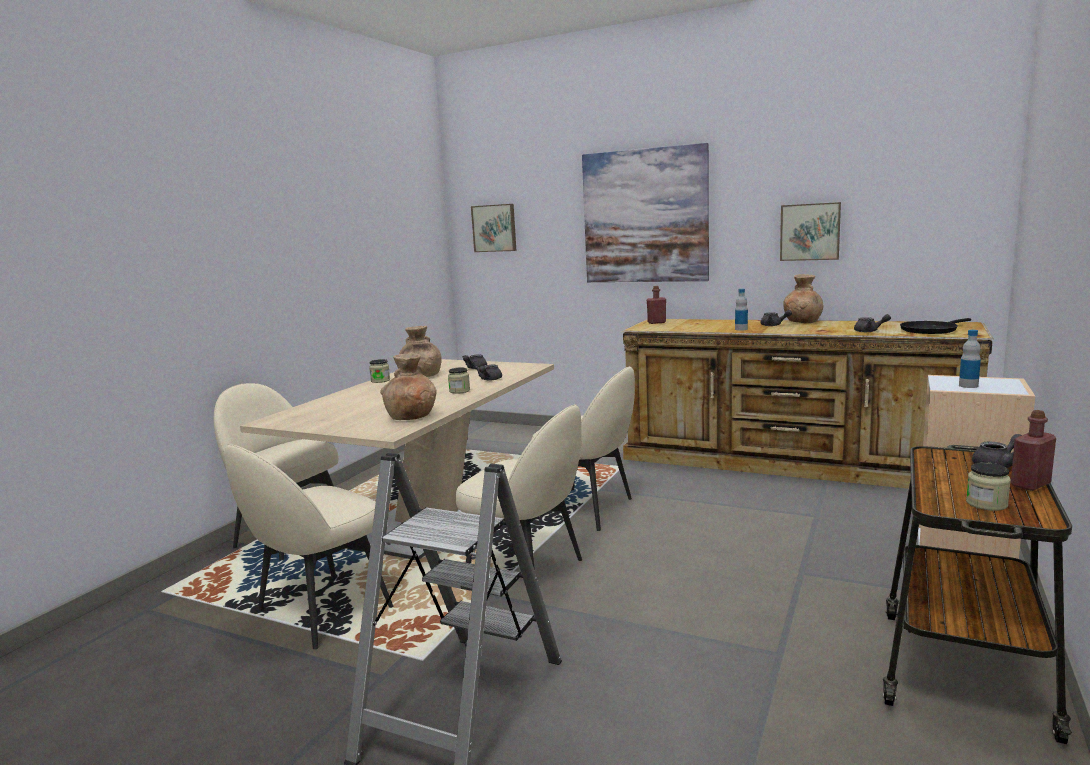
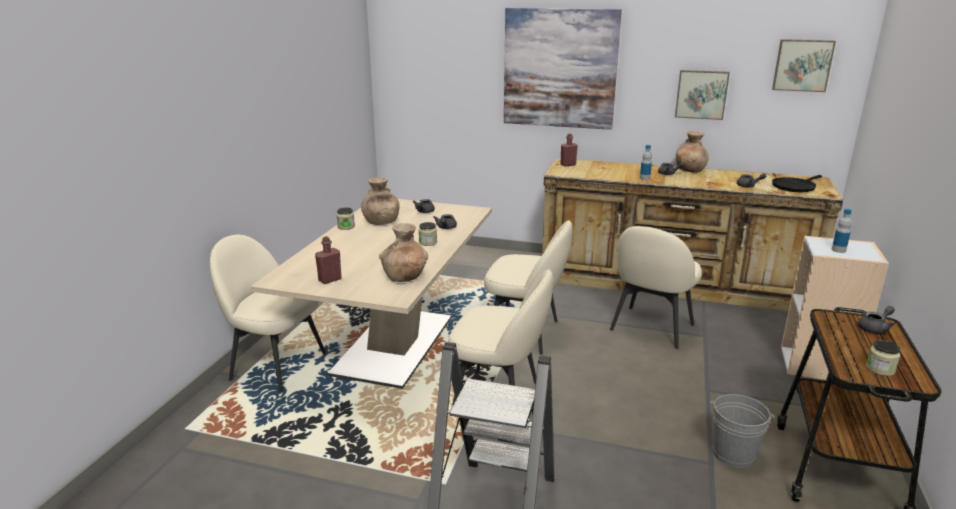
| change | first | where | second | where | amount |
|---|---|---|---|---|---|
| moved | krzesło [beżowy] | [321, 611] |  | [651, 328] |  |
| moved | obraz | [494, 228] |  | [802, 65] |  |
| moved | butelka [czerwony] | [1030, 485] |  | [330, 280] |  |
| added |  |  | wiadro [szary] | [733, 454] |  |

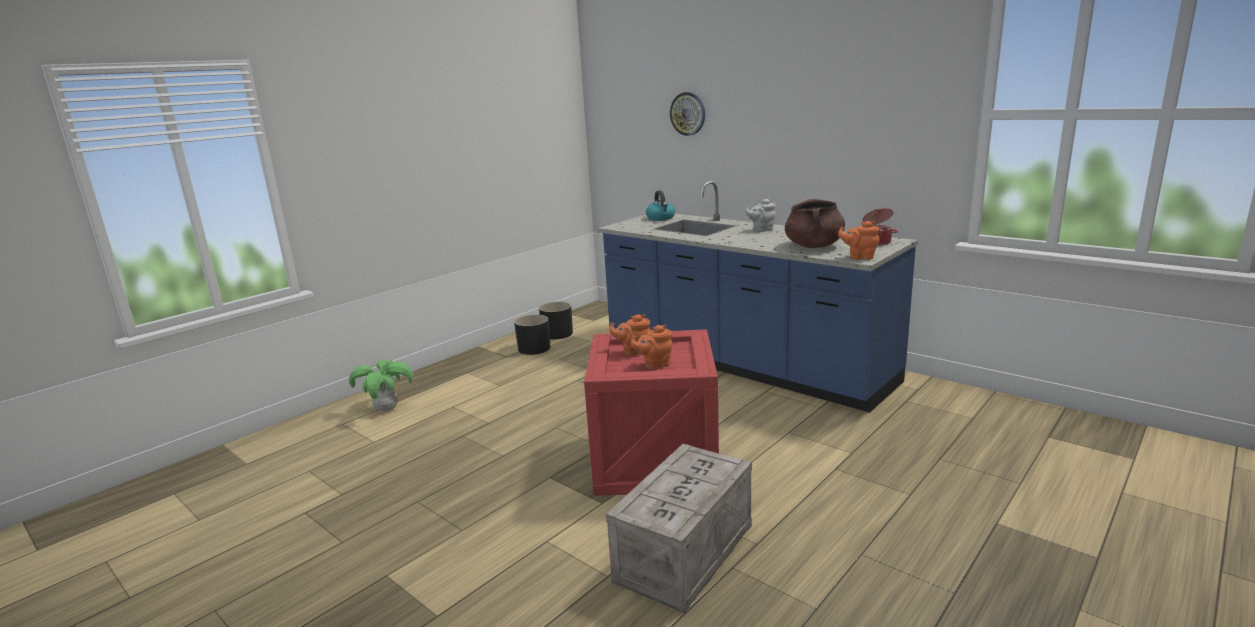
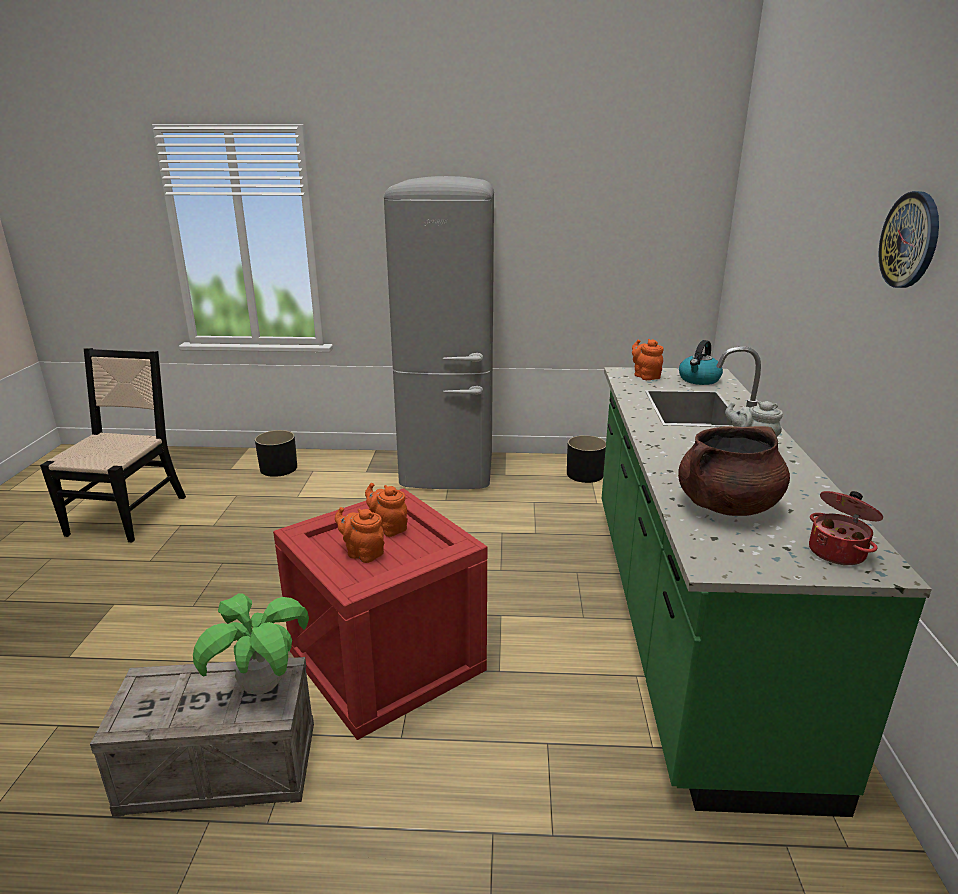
| change | first | where | second | where | amount |
|---|---|---|---|---|---|
| moved | roślina doniczkowa | [387, 409] |  | [262, 686] |  |
| moved | donica [czarny] | [534, 348] |  | [278, 468] |  |
| recoloured | zabudowa kuchenna [niebieski] | [743, 363] | zabudowa kuchenna [zielony] | [687, 623] |  |
| moved | zegar ścienny | [688, 113] |  | [910, 240] |  |
| moved | imbryk [pomarańczowy] | [859, 257] |  | [645, 376] |  |
| added |  |  | krzesło | [127, 516] |  |
| added |  |  | lodówka [szary] | [448, 471] |  |

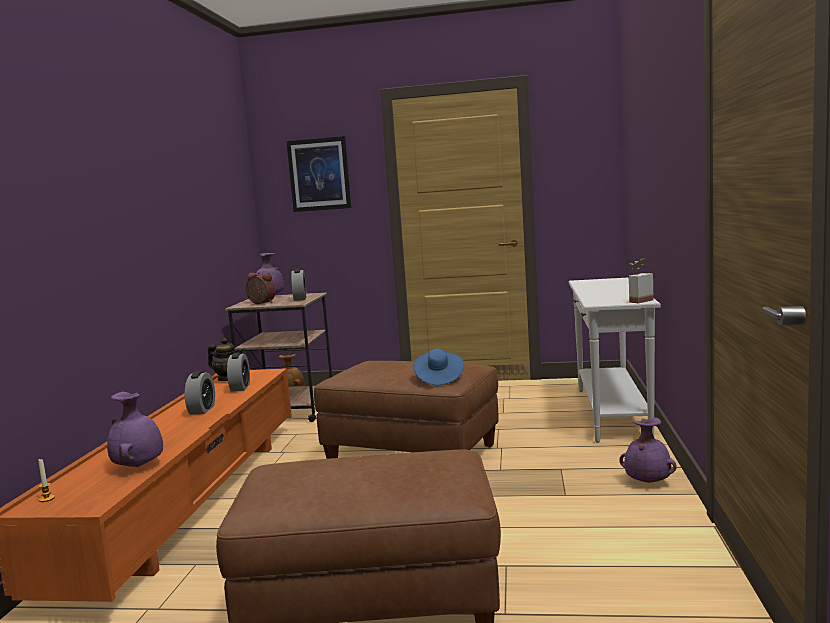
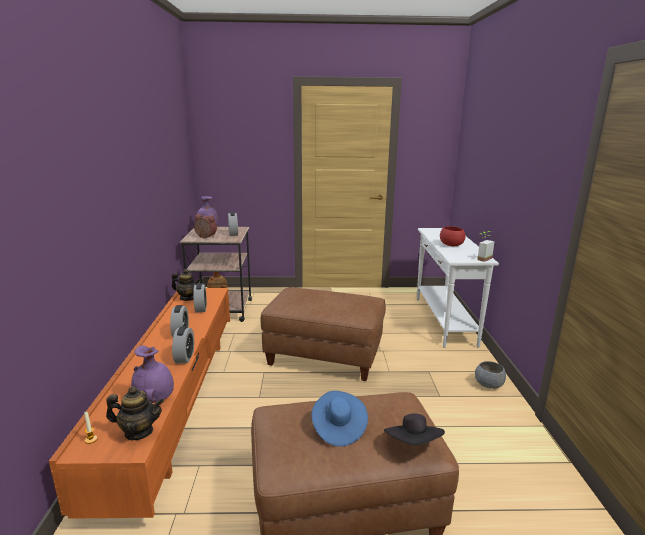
| change | first | where | second | where | amount |
|---|---|---|---|---|---|
| removed | obraz | [319, 174] |  |  |  |
| moved | kapelusz [niebieski] | [438, 379] |  | [338, 428] |  |
| replaced | wazon [fioletowy] | [648, 481] | miska [szary] | [488, 384] |  |
| added |  |  | imbryk | [139, 432] |  |
| added |  |  | budzik | [184, 357] |  |
| added |  |  | kapelusz [czarny] | [413, 445] |  |
| added |  |  | miska [czerwony] | [452, 245] |  |

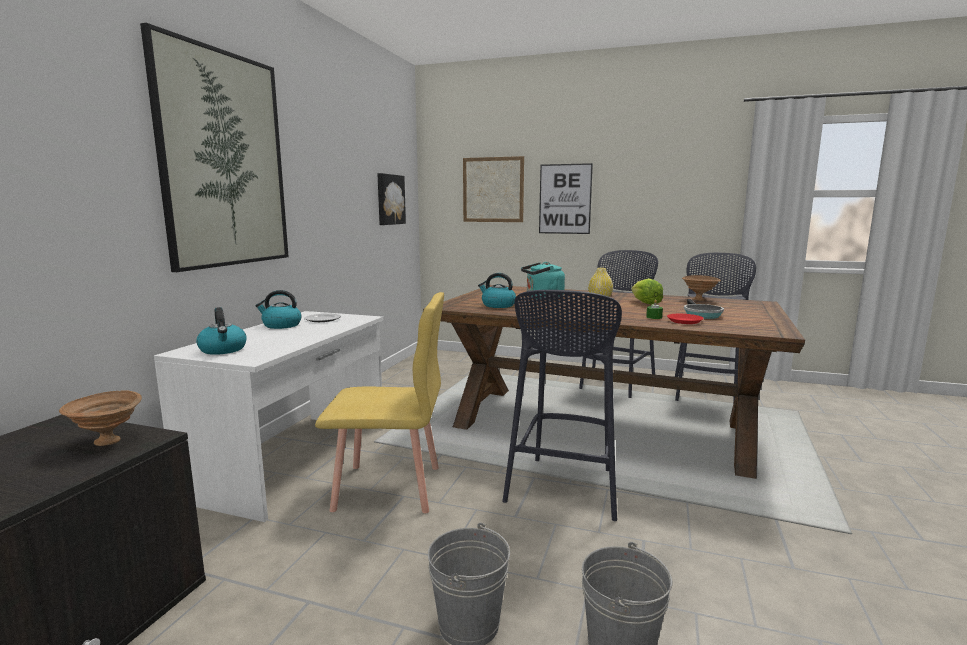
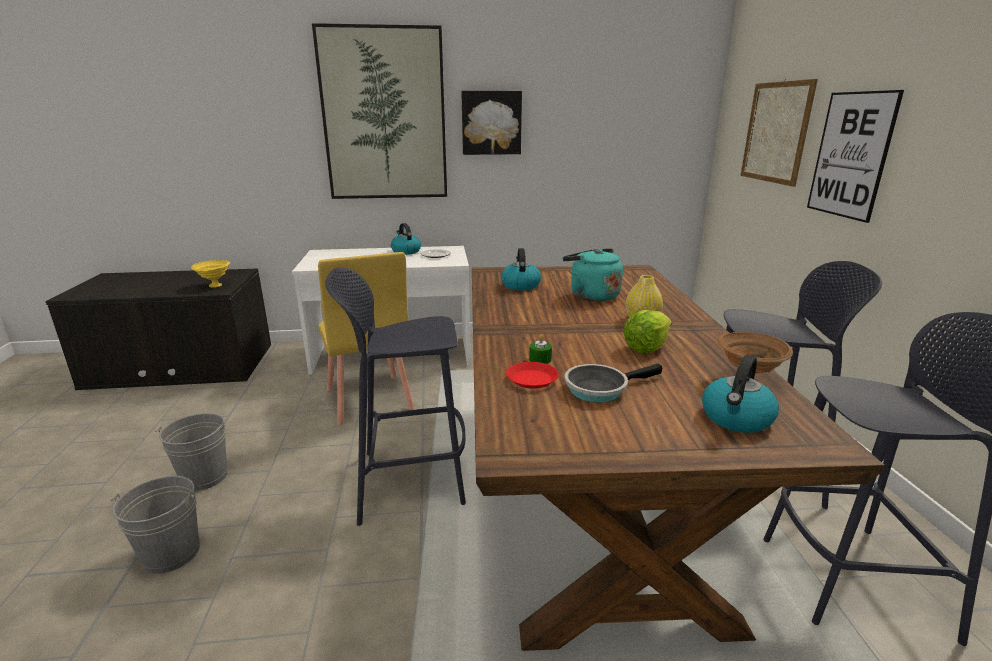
| change | first | where | second | where | amount |
|---|---|---|---|---|---|
| recoloured | miska [brązowy] | [109, 442] | miska [żółty] | [215, 286] |  |
| moved | czajnik | [223, 350] |  | [736, 418] |  |
| moved | obraz | [389, 199] |  | [491, 123] |  |

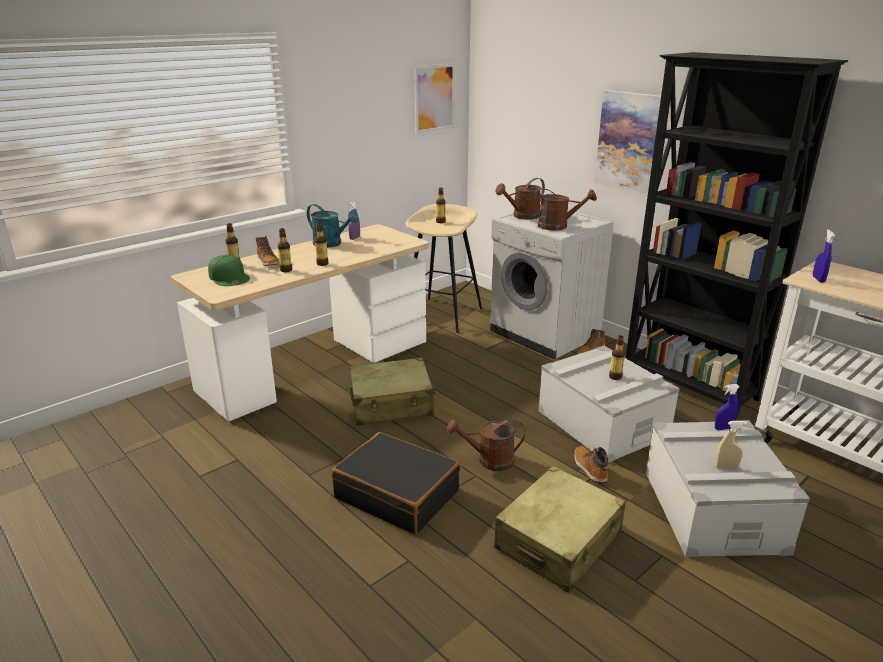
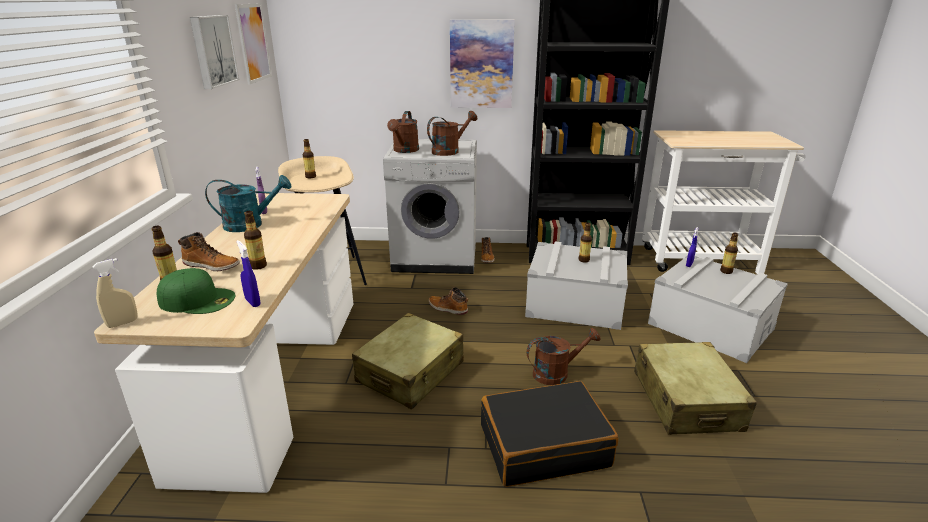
| change | first | where | second | where | amount |
|---|---|---|---|---|---|
| moved | butelka | [322, 264] |  | [726, 271] |  |
| turned | konewka [brązowy] | [489, 460] |  | [556, 373] | 150 degrees counterclockwise |
| moved | but z cholewką | [589, 468] |  | [447, 308] |  |
| moved | spryskiwacz [beżowy] | [726, 468] |  | [123, 323] |  |
| moved | spryskiwacz [niebieski] | [818, 279] |  | [253, 302] |  |
| added |  |  | obraz | [212, 51] |  |

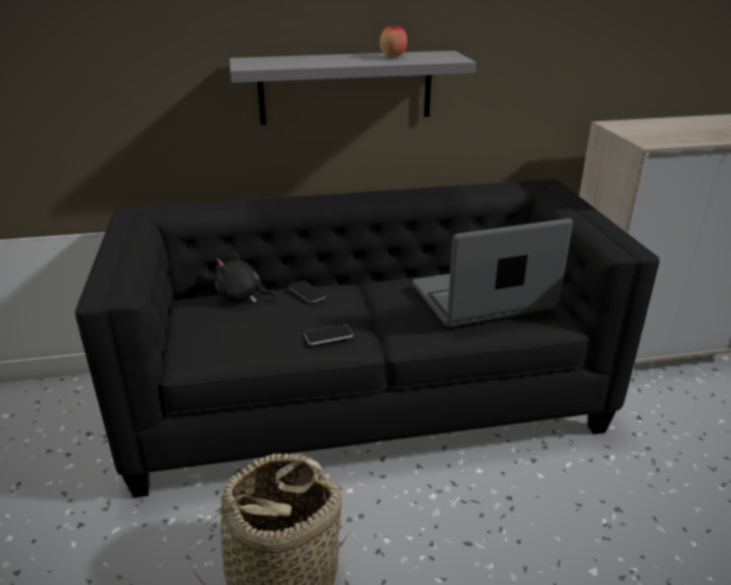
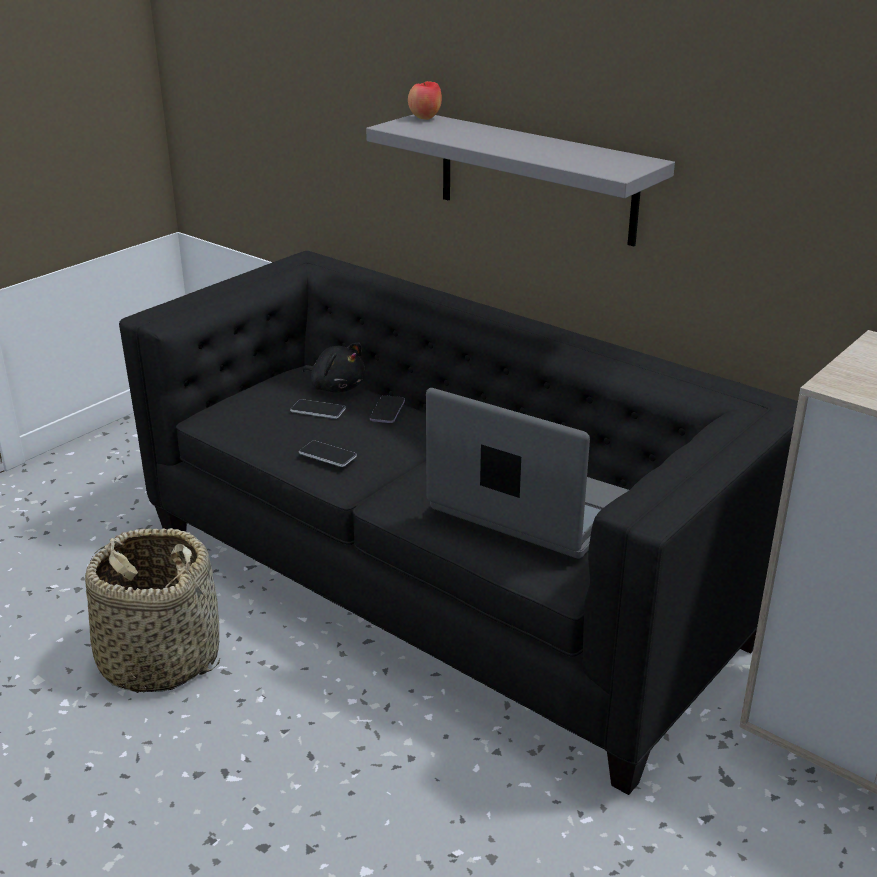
| change | first | where | second | where | amount |
|---|---|---|---|---|---|
| turned | pluszak [czarny] | [242, 297] |  | [336, 387] | 150 degrees clockwise |
| moved | jabłko | [392, 57] |  | [425, 118] |  |
| added |  |  | telefon | [318, 410] |  |

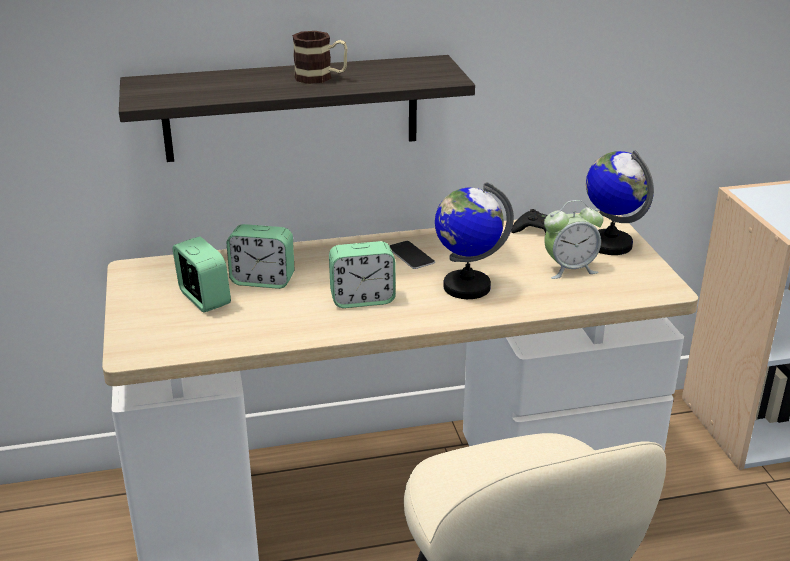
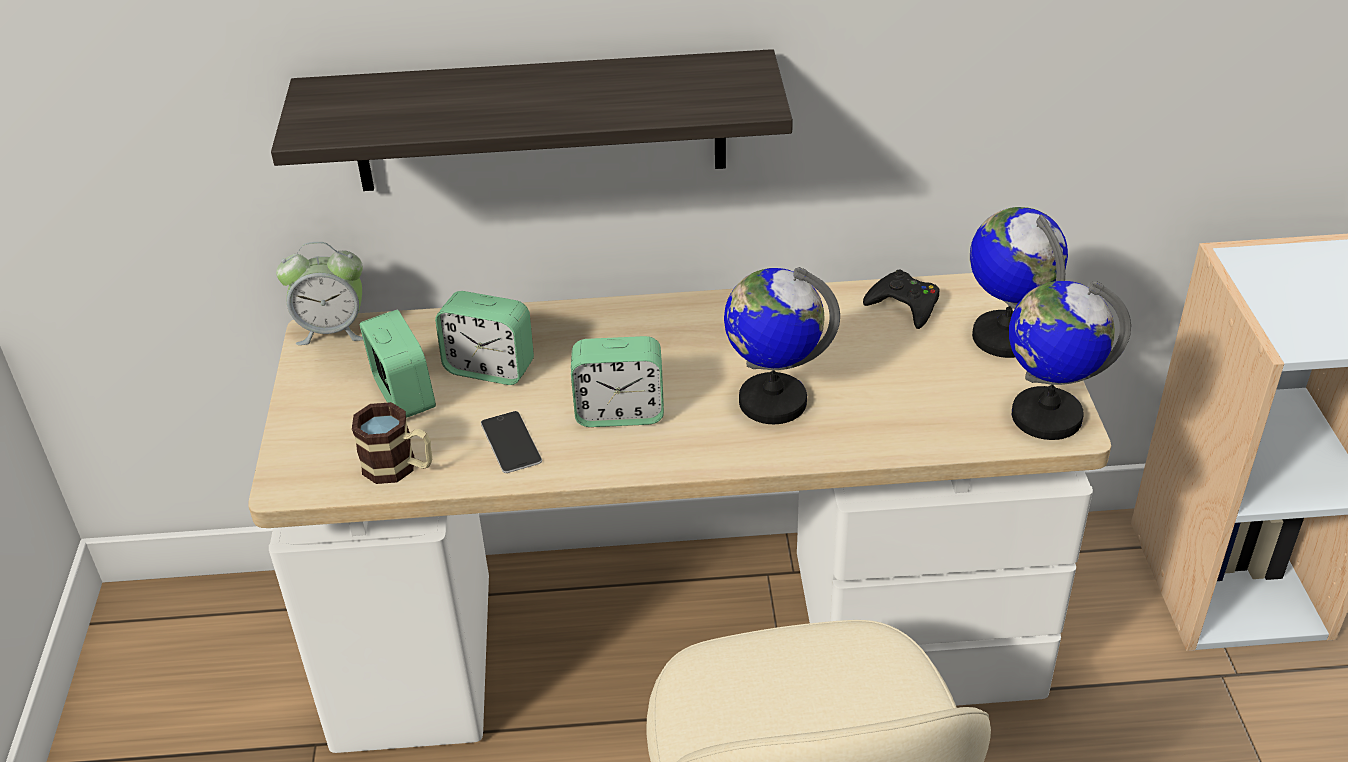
| change | first | where | second | where | amount |
|---|---|---|---|---|---|
| moved | kubek | [321, 78] |  | [399, 468] |  |
| moved | telefon | [410, 255] |  | [511, 442] |  |
| moved | budzik | [569, 269] |  | [332, 330] |  |
| added |  |  | globus | [1045, 416] |  |

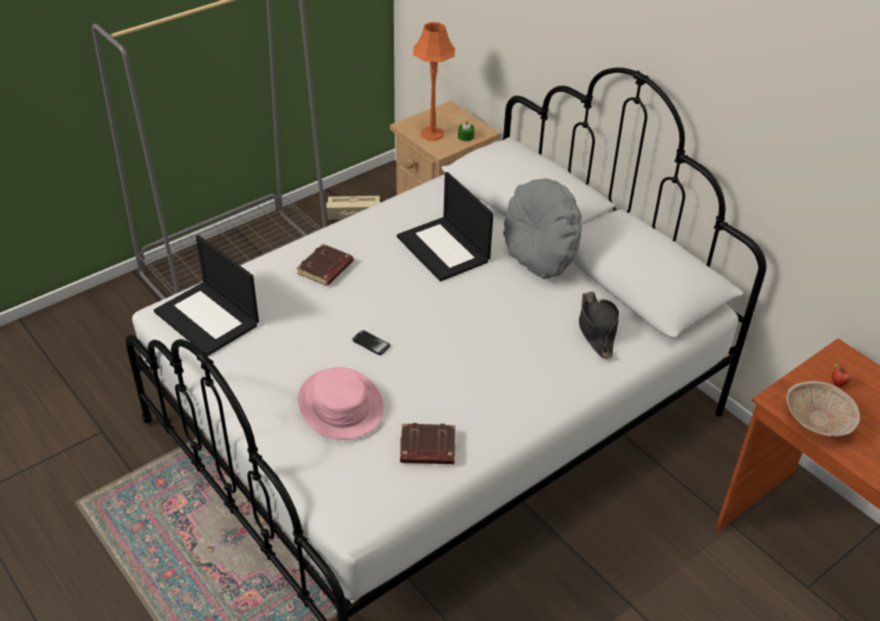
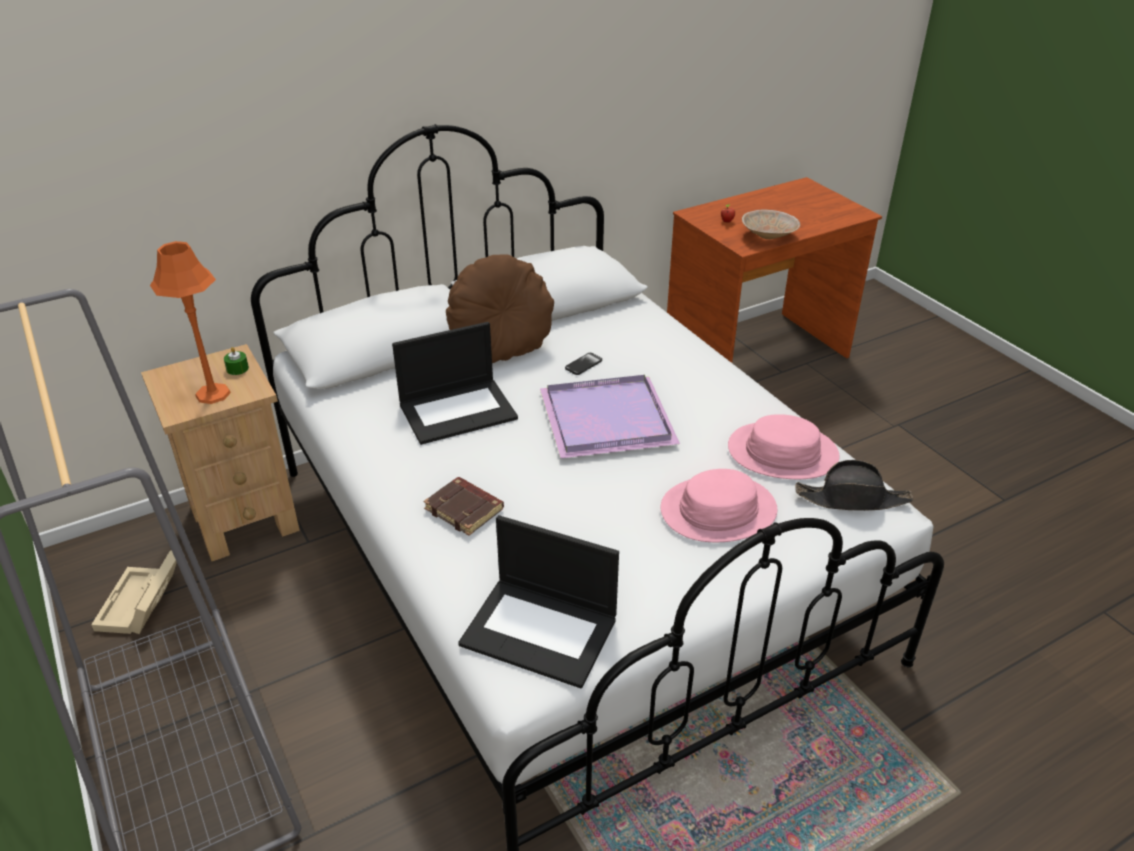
| change | first | where | second | where | amount |
|---|---|---|---|---|---|
| turned | laptop | [208, 318] |  | [541, 631] | 60 degrees clockwise |
| moved | telefon | [371, 343] |  | [583, 365] |  |
| replaced | książka [brązowy] | [427, 448] | kapelusz [różowy] | [782, 453] |  |
| recoloured | poduszka [szary] | [538, 261] | poduszka [brązowy] | [502, 351] |  |
| moved | kapelusz [czarny] | [596, 329] |  | [852, 499] |  |
| added |  |  | taca [fioletowy] | [608, 418] |  |

